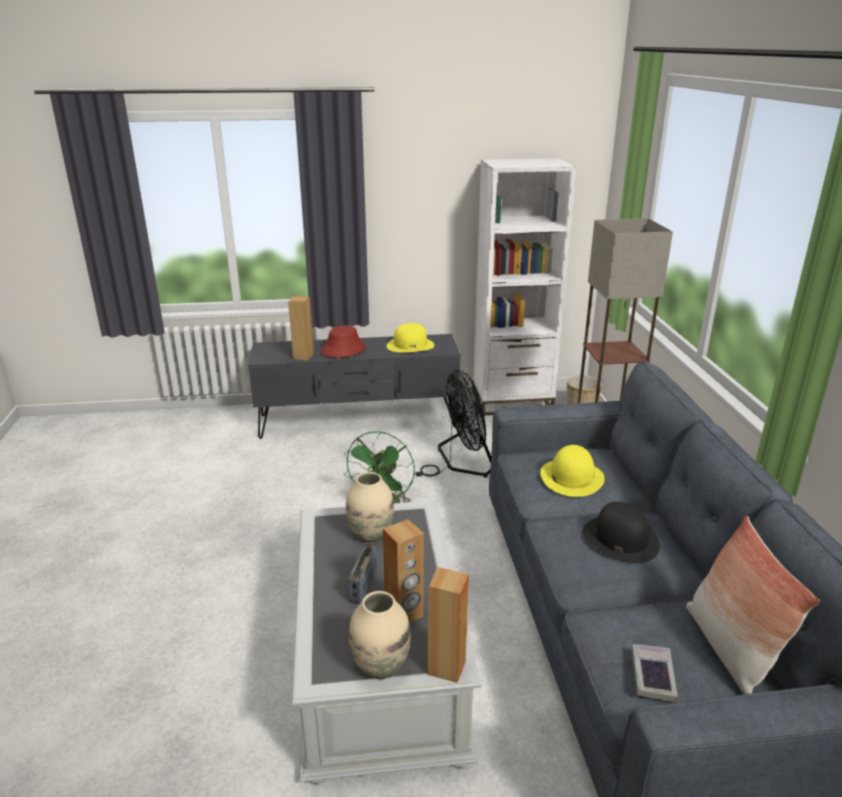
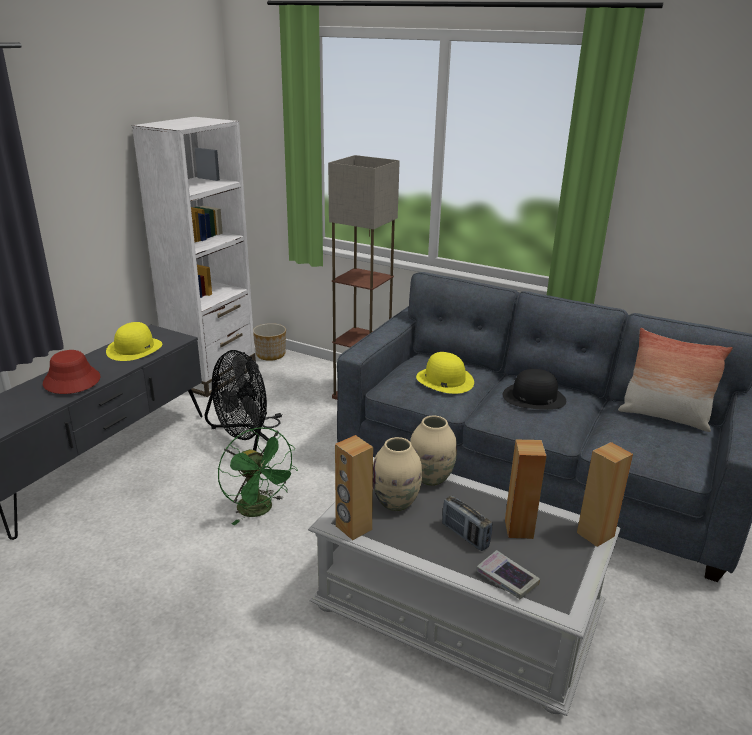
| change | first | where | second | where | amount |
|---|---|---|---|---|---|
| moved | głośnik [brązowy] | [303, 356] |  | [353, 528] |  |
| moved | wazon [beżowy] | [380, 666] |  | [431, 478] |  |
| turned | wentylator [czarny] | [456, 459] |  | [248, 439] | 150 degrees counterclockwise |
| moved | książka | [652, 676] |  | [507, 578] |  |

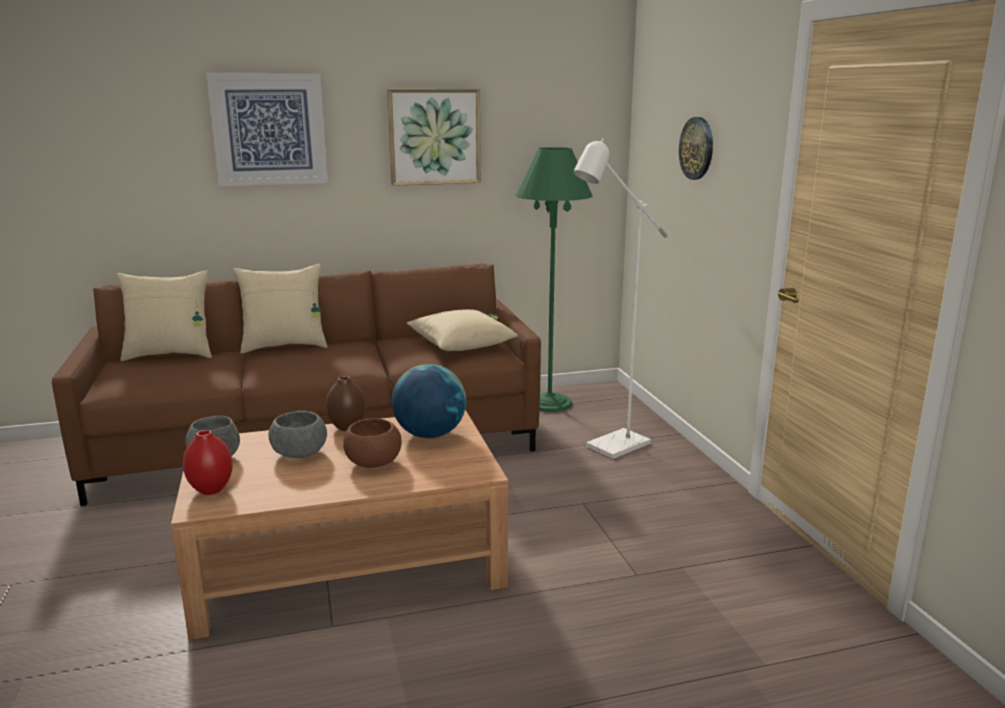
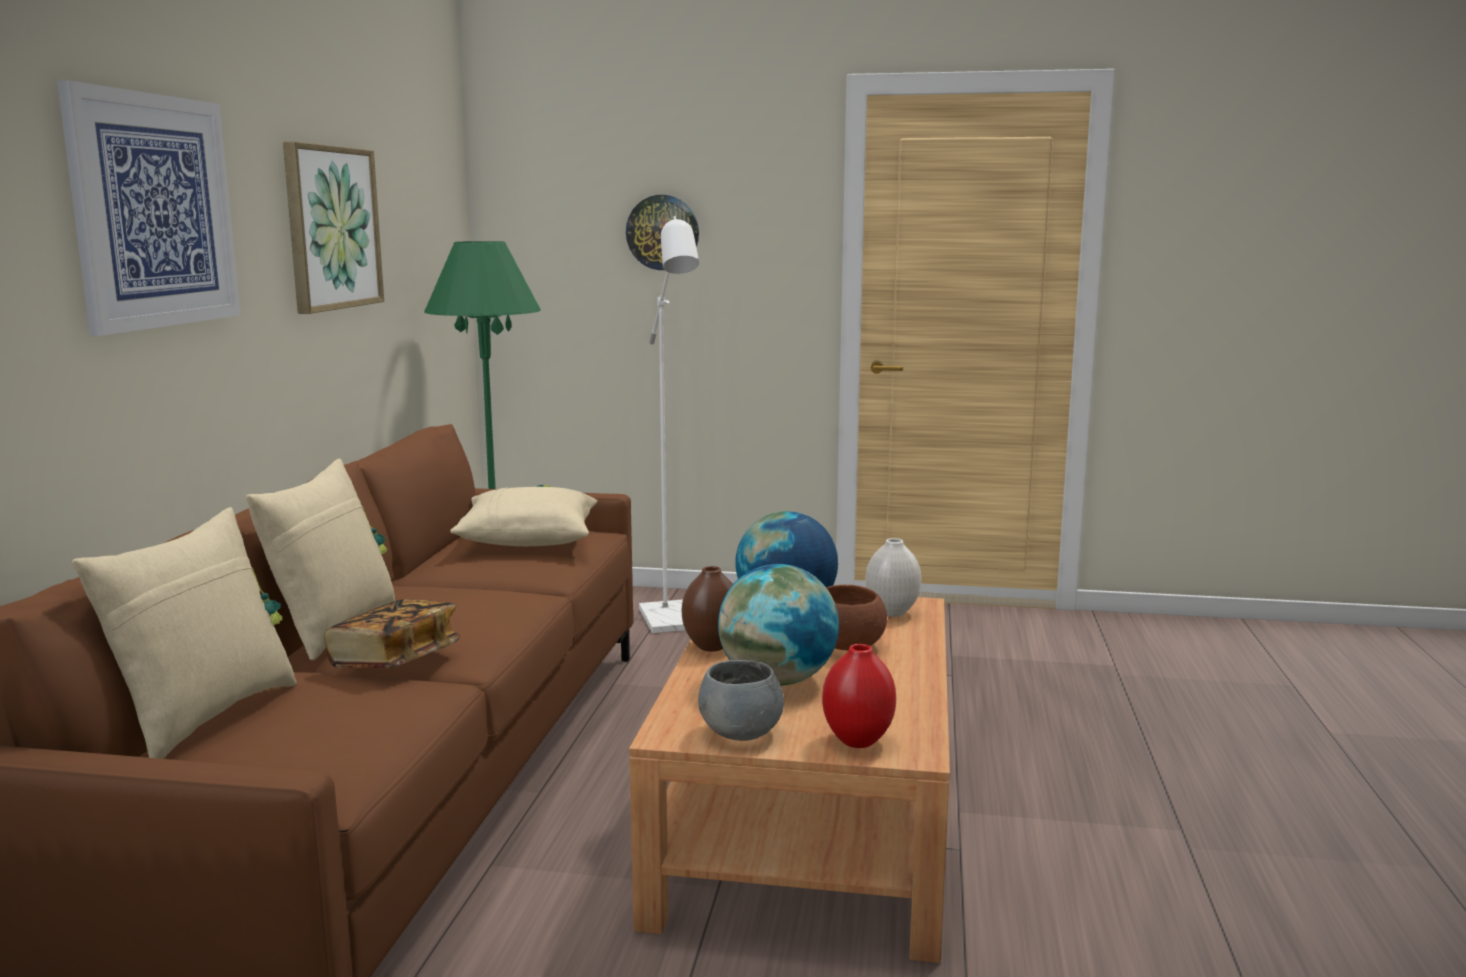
| change | first | where | second | where | amount |
|---|---|---|---|---|---|
| replaced | miska [szary] | [299, 454] | globus | [778, 680] |  |
| added |  |  | książka | [395, 660] |  |
| added |  |  | wazon [biały] | [893, 612] |  |

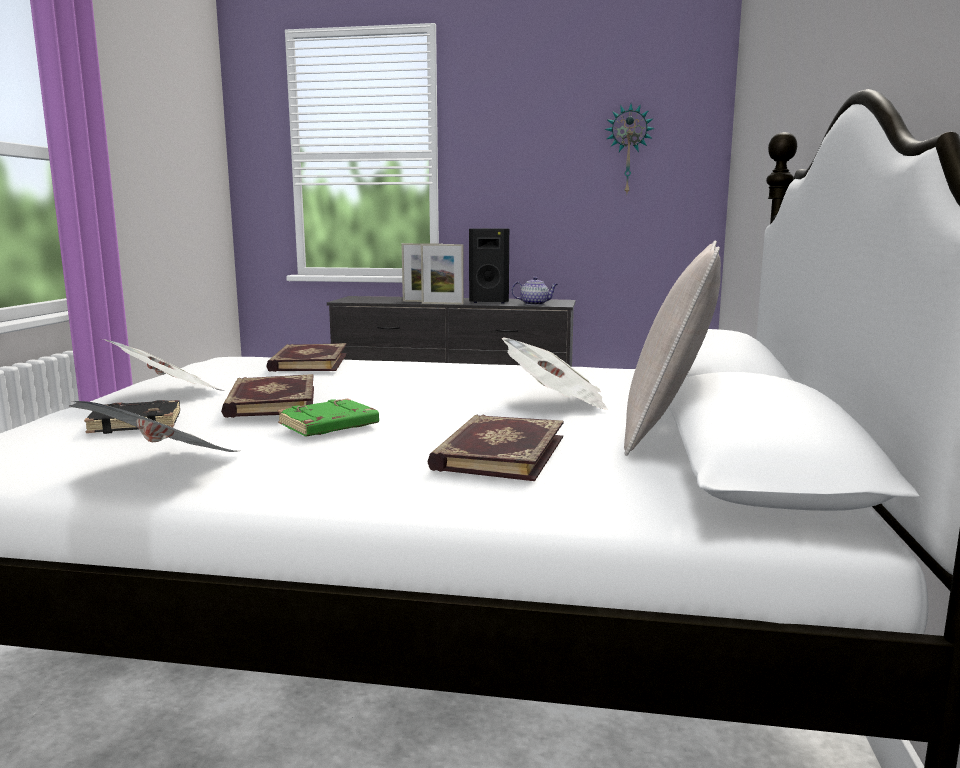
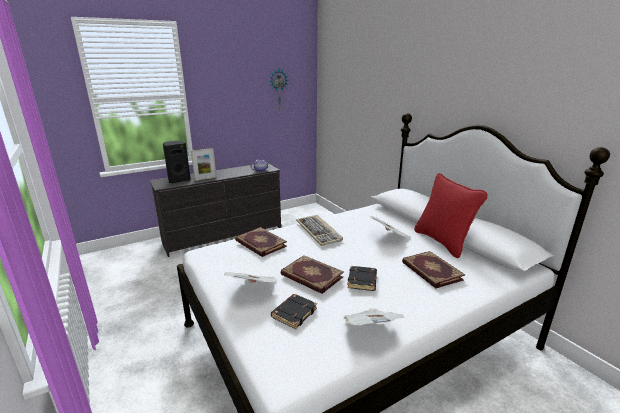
| change | first | where | second | where | amount |
|---|---|---|---|---|---|
| recoloured | książka [zielony] | [328, 426] | książka [czarny] | [362, 281] |  |
| removed | ramka na zdjęcie | [442, 303] |  |  |  |
| moved | głośnik [czarny] | [490, 302] |  | [178, 180] |  |
| recoloured | poduszka [beżowy] | [667, 432] | poduszka [czerwony] | [442, 242] |  |
| added |  |  | klawiatura | [319, 232] |  |

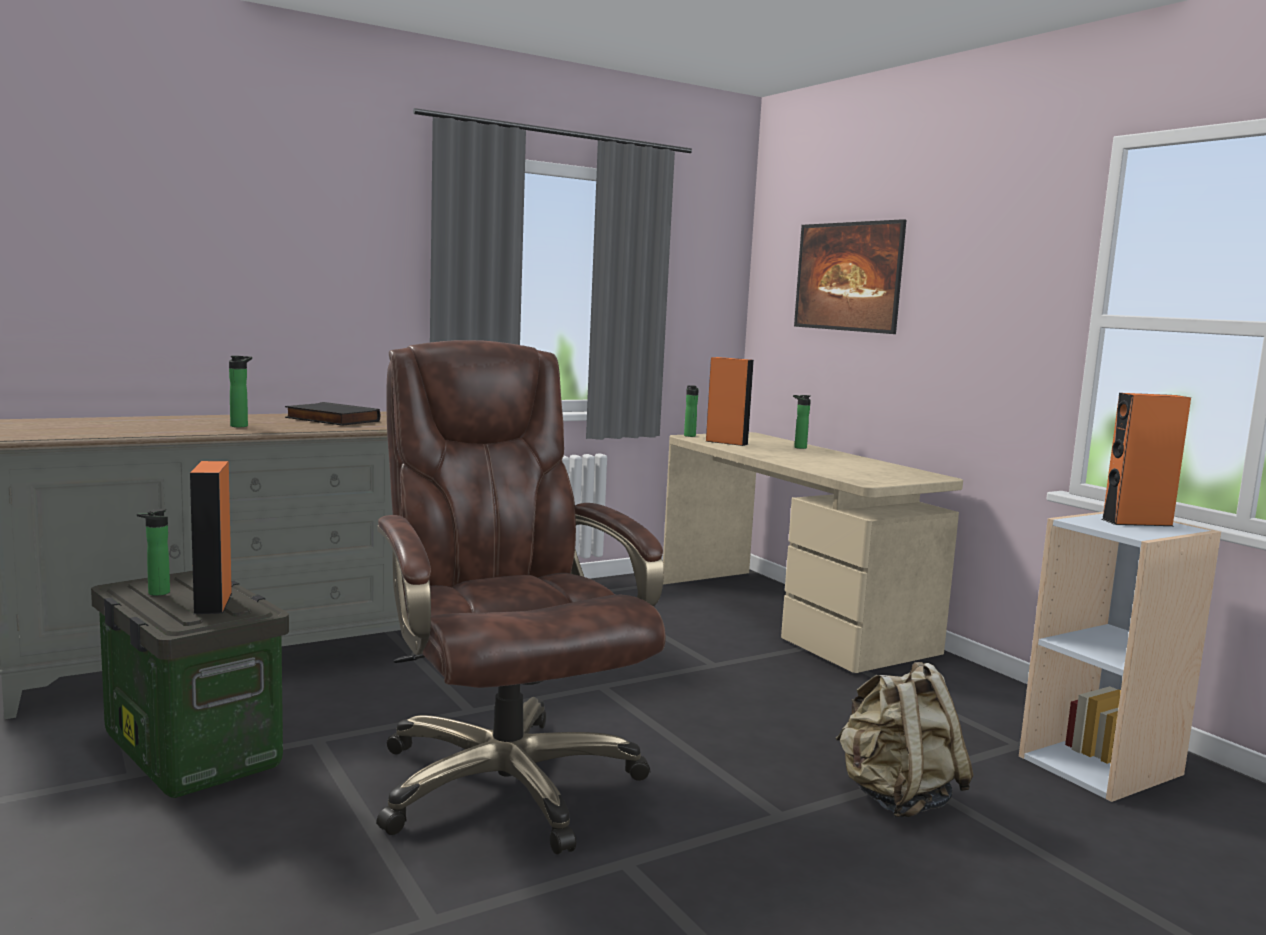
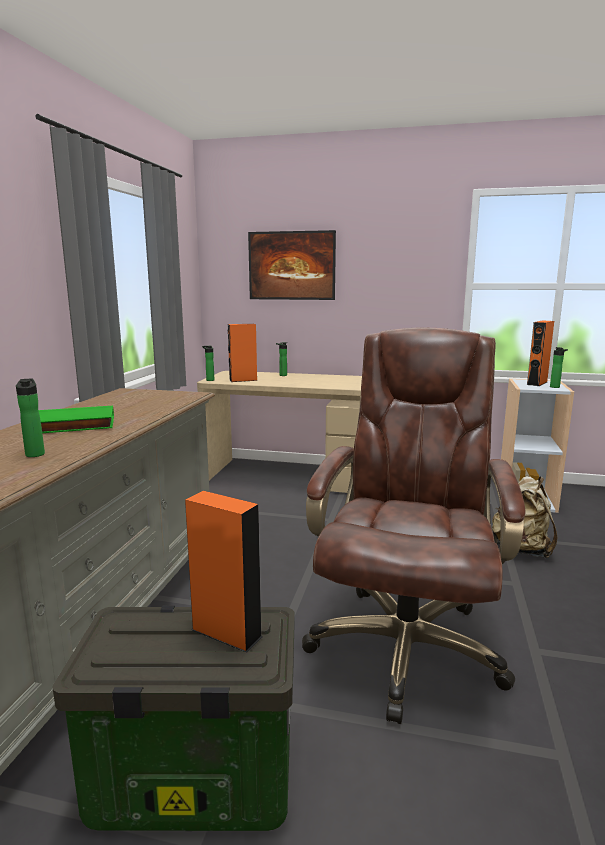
| change | first | where | second | where | amount |
|---|---|---|---|---|---|
| moved | butelka | [156, 593] |  | [555, 387] |  |
| recoloured | książka [czarny] | [330, 420] | książka [zielony] | [73, 425] |  |
| turned | krzesło biurowe [brązowy] | [506, 783] |  | [405, 647] | 90 degrees clockwise |

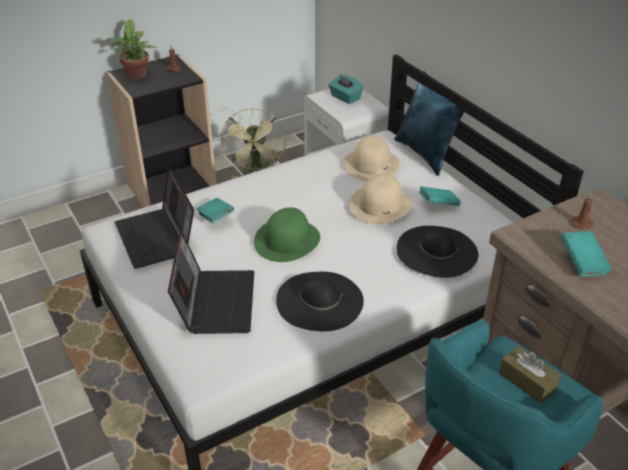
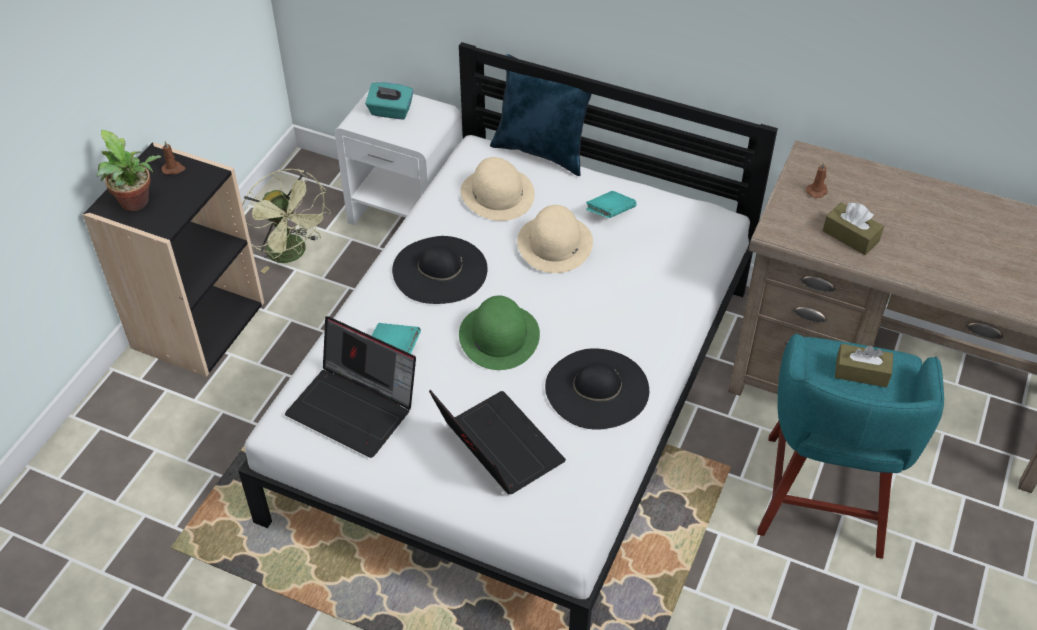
| change | first | where | second | where | amount |
|---|---|---|---|---|---|
| moved | kapelusz [czarny] | [436, 251] |  | [440, 270] |  |
| replaced | książka [turkusowy] | [582, 263] | pudełko chusteczek [brązowy] | [850, 236] |  |

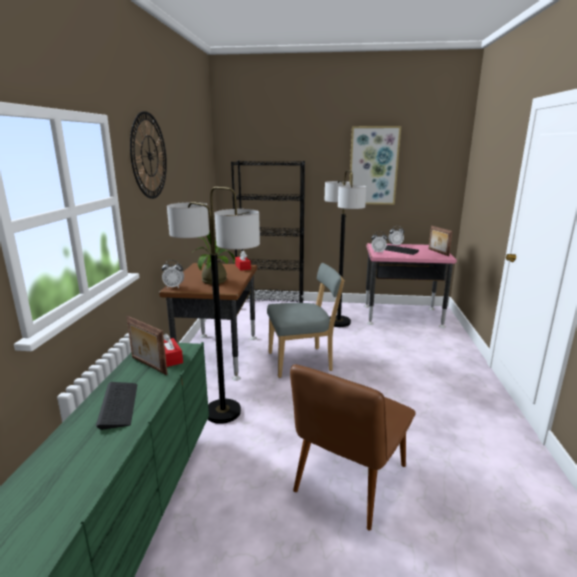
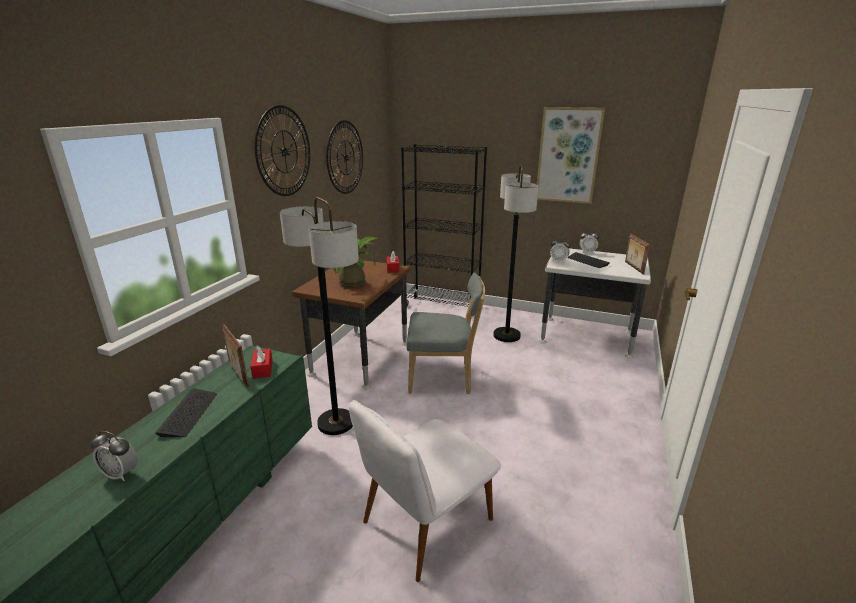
| change | first | where | second | where | amount |
|---|---|---|---|---|---|
| moved | budzik | [174, 287] |  | [121, 474] |  |
| recoloured | krzesło [brązowy] | [351, 477] | krzesło [biały] | [428, 520] |  |
| recoloured | biurko [różowy] | [402, 315] | biurko [biały] | [586, 336] |  |
| added |  |  | zegar ścienny | [345, 157] |  |

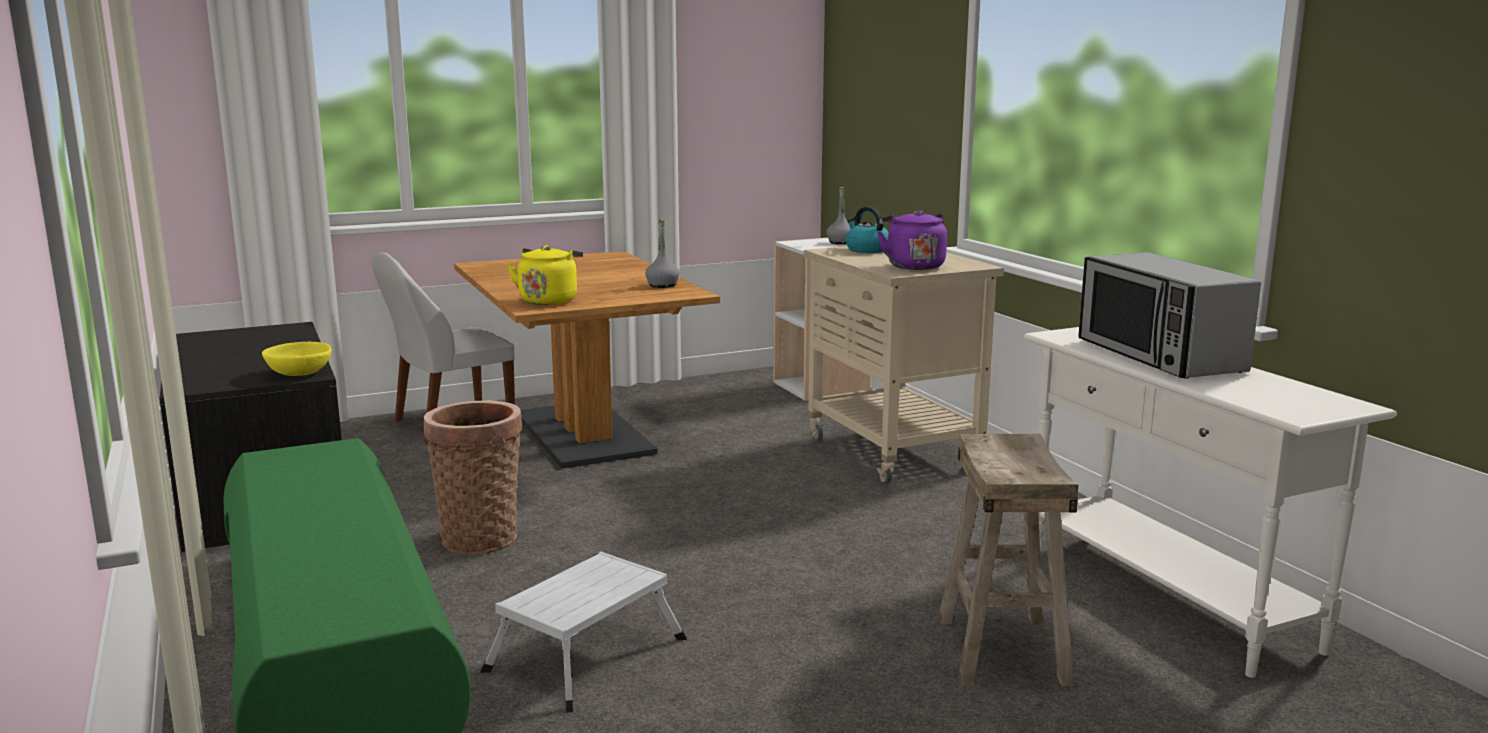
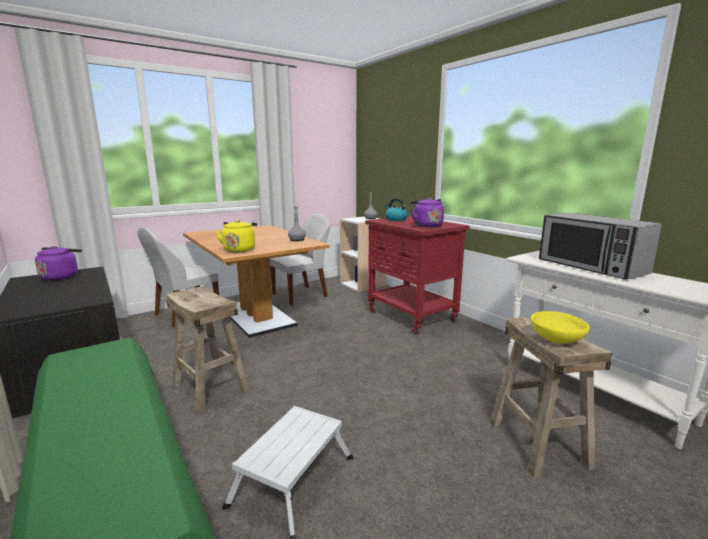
| change | first | where | second | where | amount |
|---|---|---|---|---|---|
| moved | miska [żółty] | [300, 374] |  | [557, 339] |  |
| replaced | koszyk | [480, 537] | stołek [beżowy] | [209, 388] |  |
| recoloured | wózek [beżowy] | [893, 454] | wózek [czerwony] | [411, 317] |  |
| added |  |  | czajnik [fioletowy] | [61, 276] |  |
| added |  |  | krzesło [biały] | [301, 295] |  |

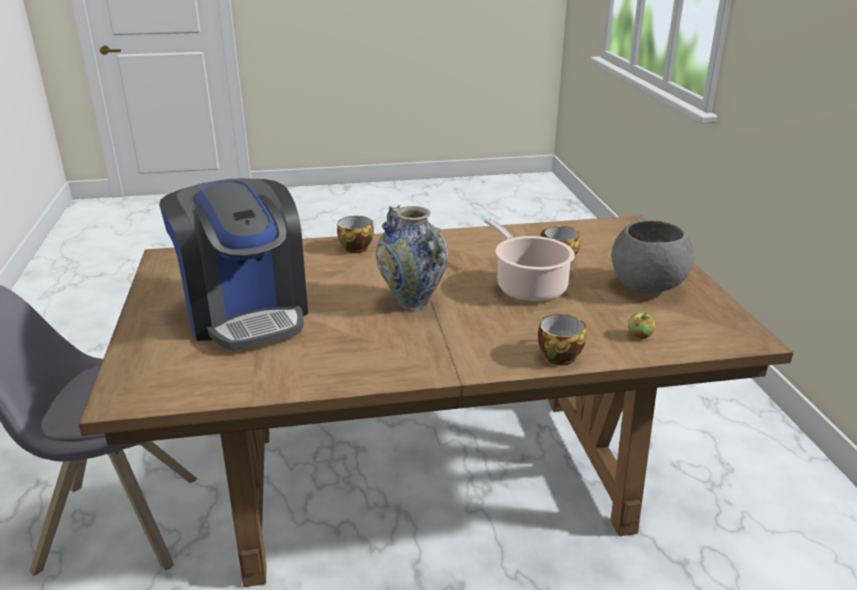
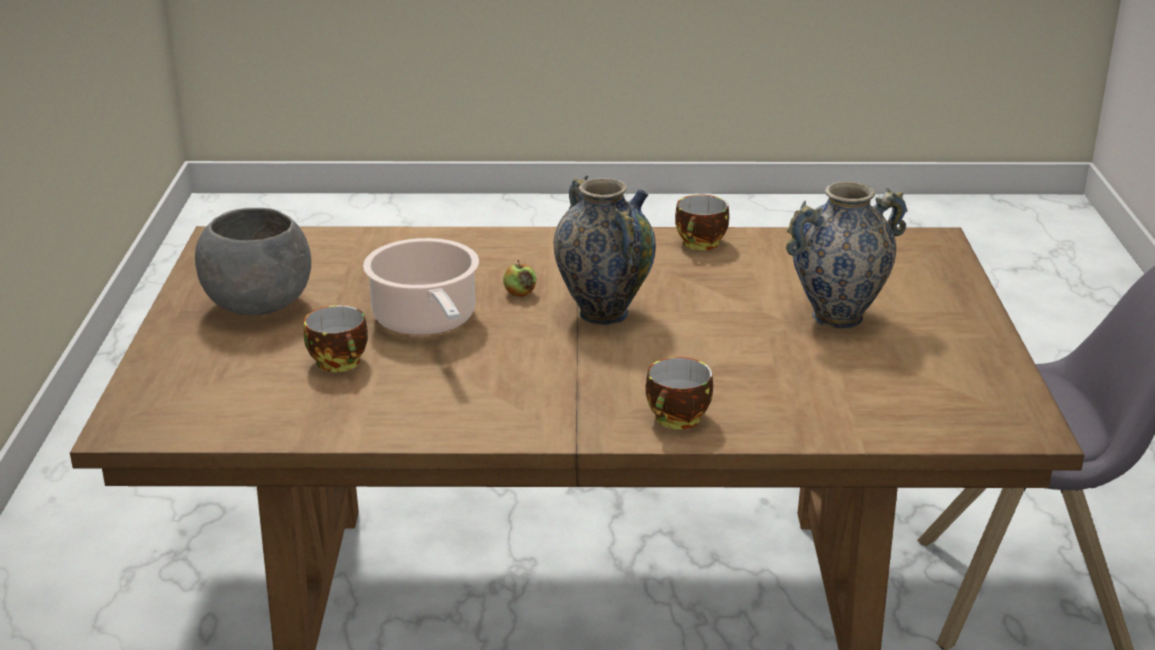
| change | first | where | second | where | amount |
|---|---|---|---|---|---|
| replaced | ekspres do kawy | [246, 313] | wazon | [837, 317] |  |
| moved | filiżanka | [558, 355] |  | [701, 244] |  |
| moved | jabłko | [639, 335] |  | [520, 293] |  |

